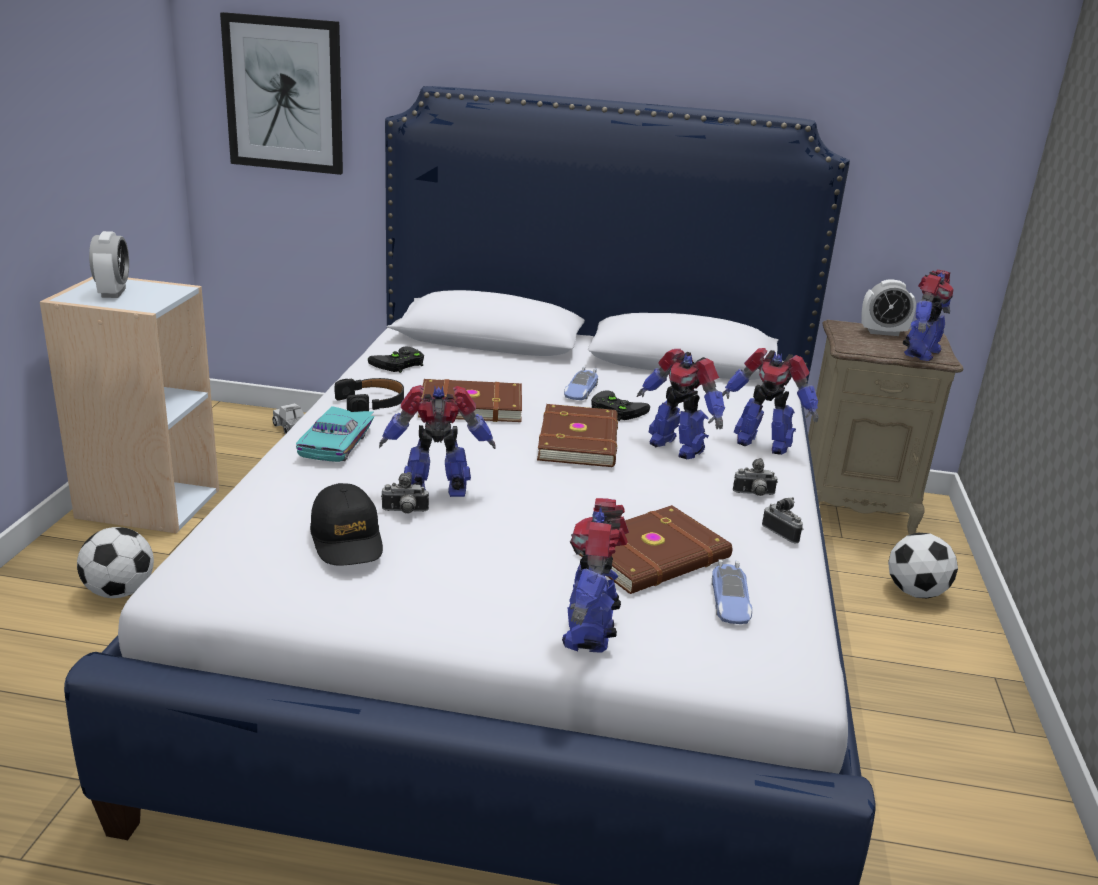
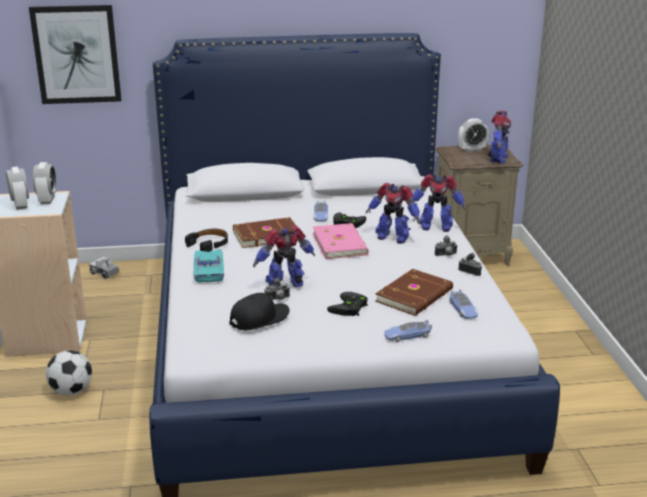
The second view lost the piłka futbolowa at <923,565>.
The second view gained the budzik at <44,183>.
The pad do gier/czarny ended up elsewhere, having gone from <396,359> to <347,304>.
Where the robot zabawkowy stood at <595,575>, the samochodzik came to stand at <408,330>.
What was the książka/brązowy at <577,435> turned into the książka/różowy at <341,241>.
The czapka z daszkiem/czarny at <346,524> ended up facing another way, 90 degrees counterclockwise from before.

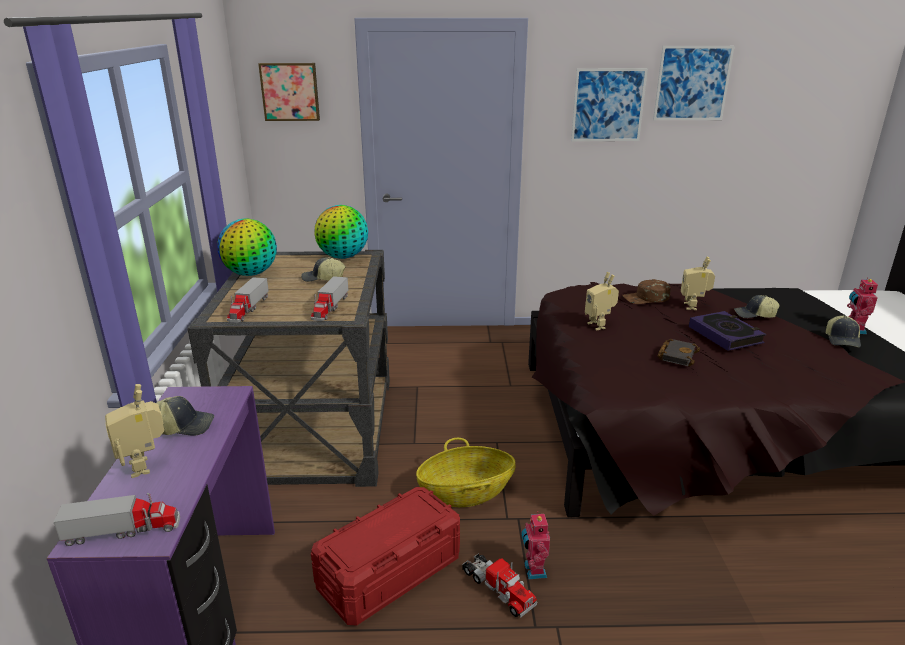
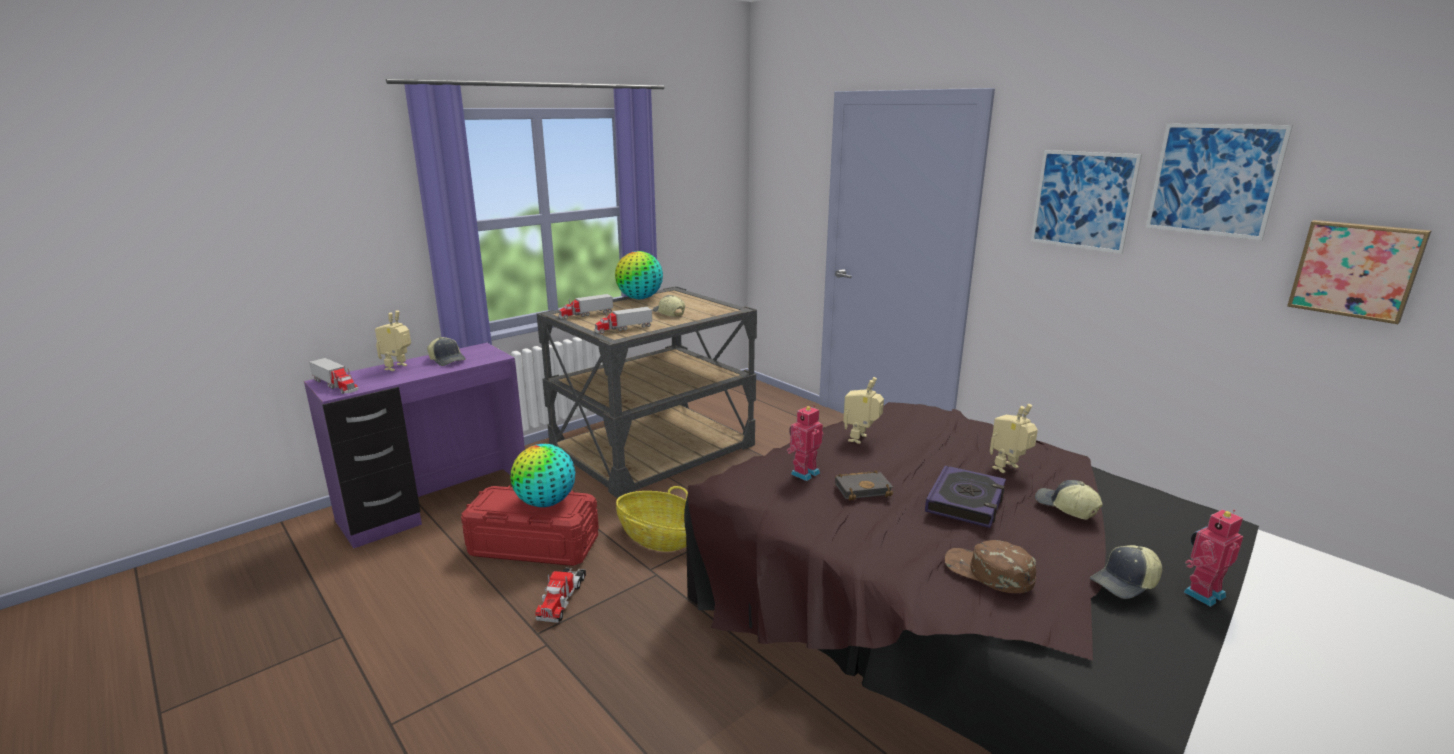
The obraz ended up elsewhere, having gone from <289,92> to <1359,272>.
The globus ended up elsewhere, having gone from <341,232> to <543,475>.
The robot zabawkowy ended up elsewhere, having gone from <535,545> to <805,443>.
The czapka z daszkiem/brązowy ended up elsewhere, having gone from <646,291> to <990,566>.

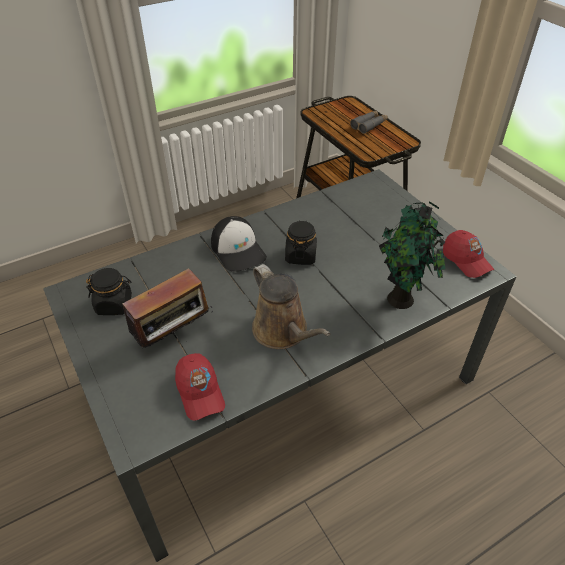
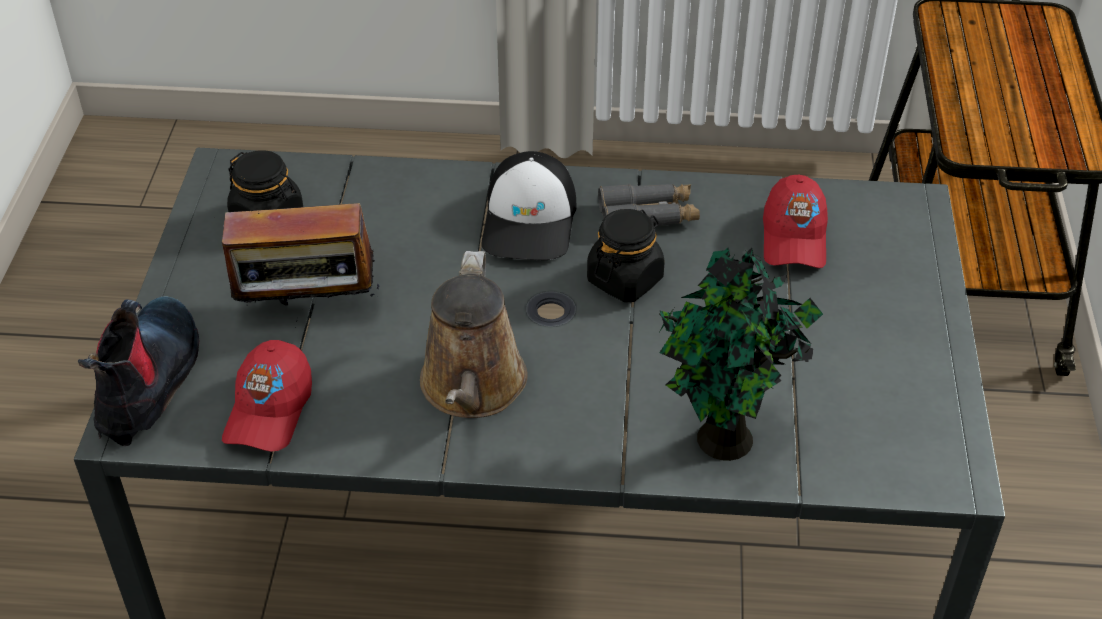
The second view gained the but z cholewką at <139,371>.
The lornetka/szary ended up elsewhere, having gone from <369,122> to <649,205>.
The czapka z daszkiem/czerwony ended up elsewhere, having gone from <469,254> to <795,221>.

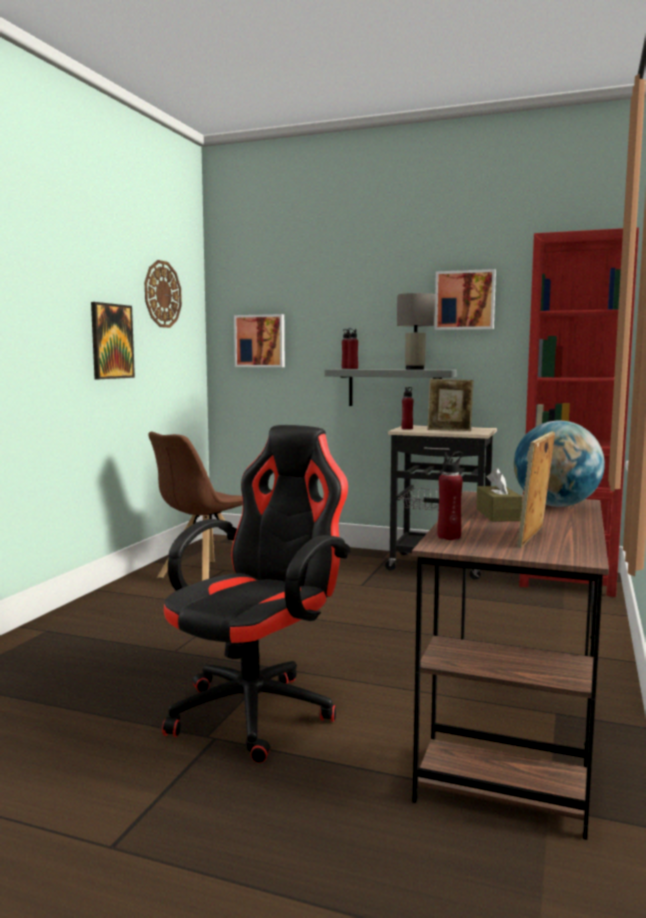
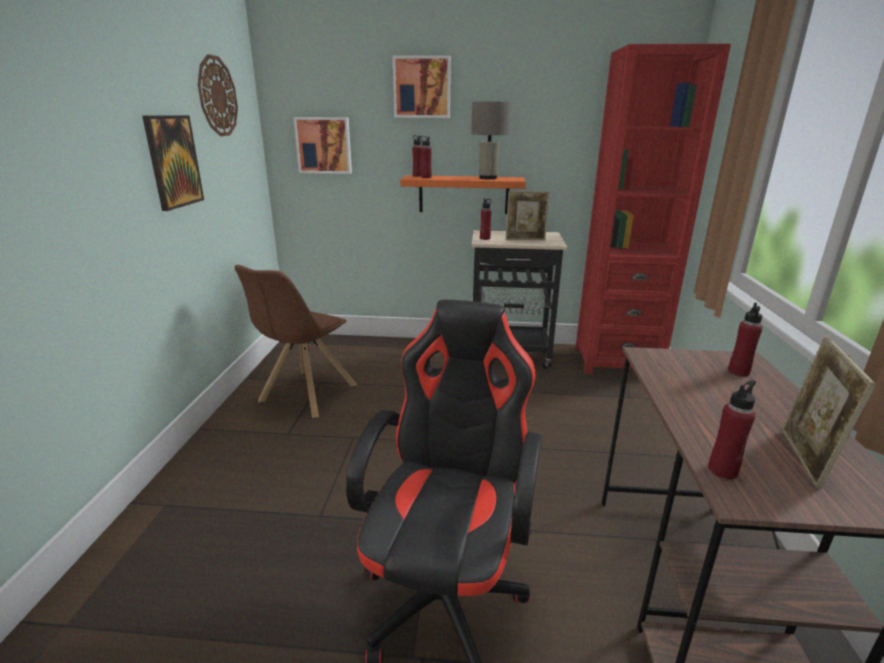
The second view lost the pudełko chusteczek/brązowy at <499,495>.
The obraz ended up elsewhere, having gone from <465,299> to <422,86>.
Where the globus stood at <559,464>, the butelka/czerwony came to stand at <745,340>.
What was the półka/szary at <391,387> turned into the półka/pomarańczowy at <463,194>.

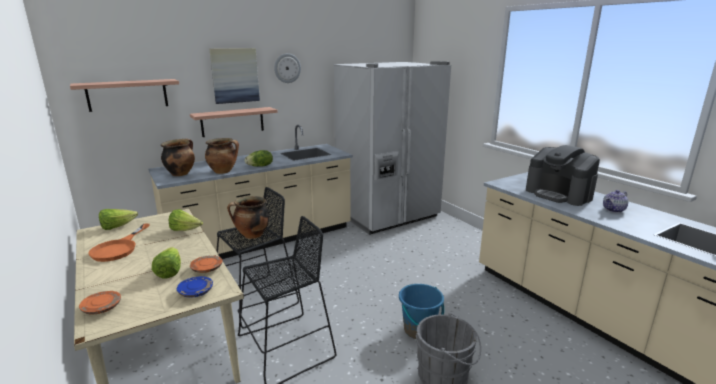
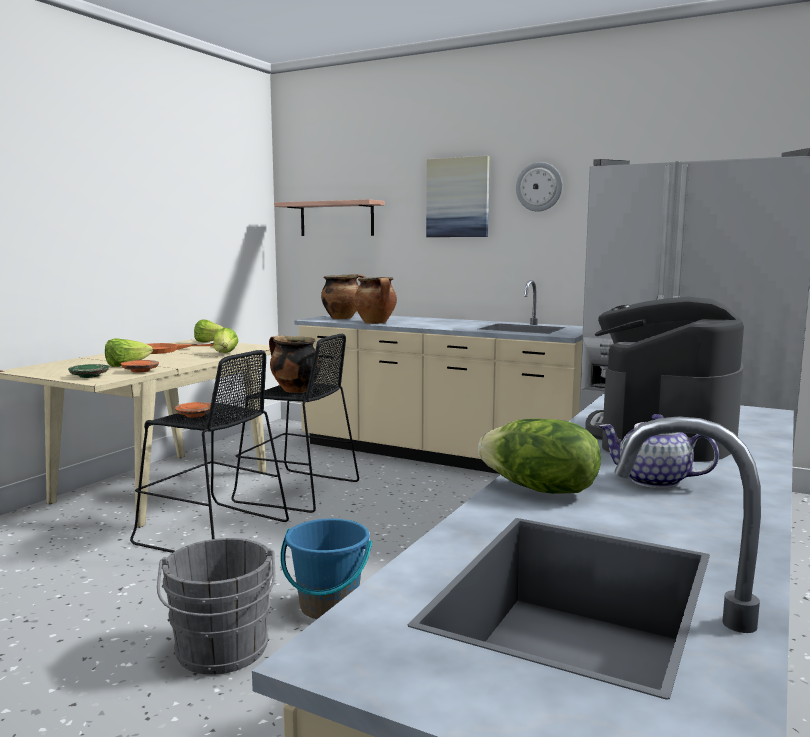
The second view lost the półka at <234,122>.
The talerz/pomarańczowy ended up elsewhere, having gone from <100,302> to <193,410>.
The sałata ended up elsewhere, having gone from <259,158> to <539,456>.
What was the talerz/niebieski at <195,287> turned into the talerz/zielony at <88,371>.

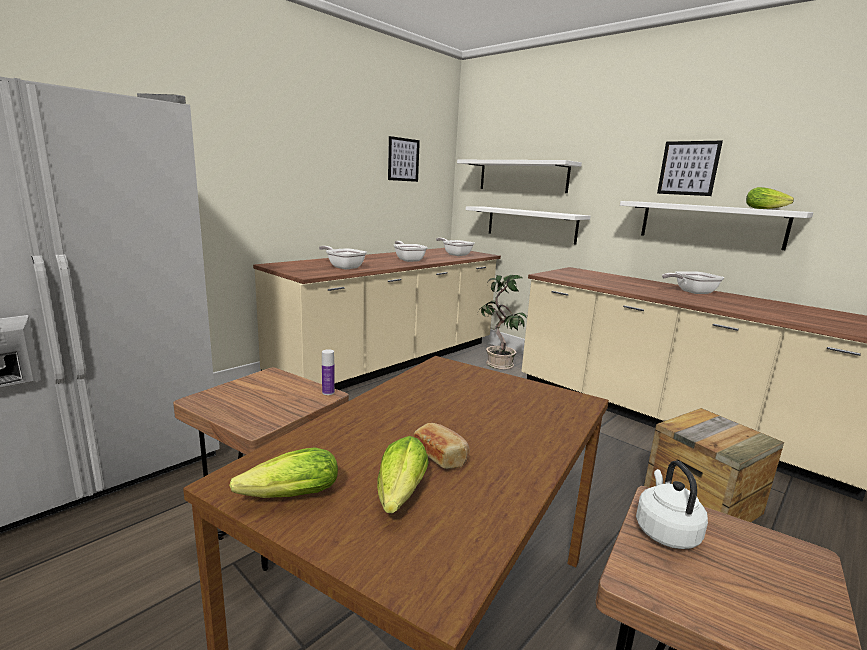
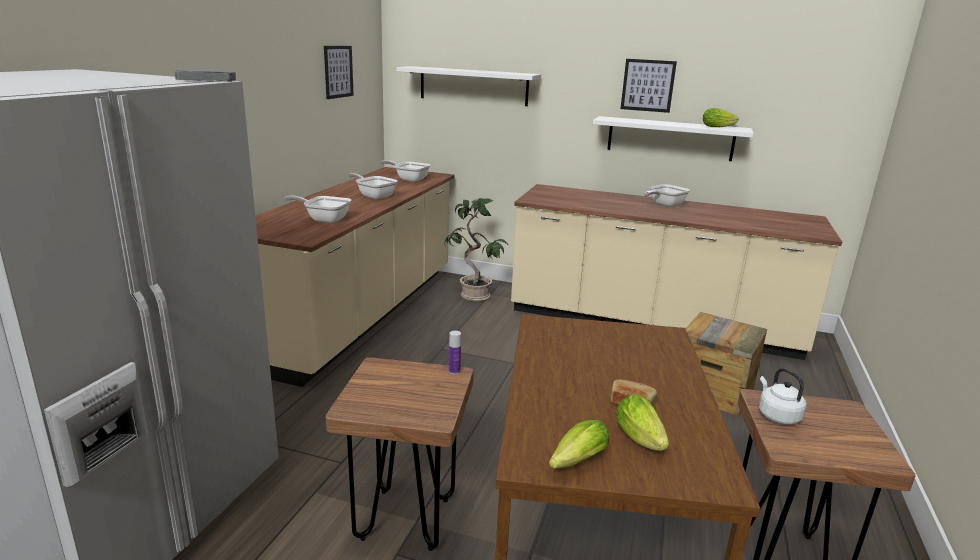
The second view lost the półka/biały at <528,225>.

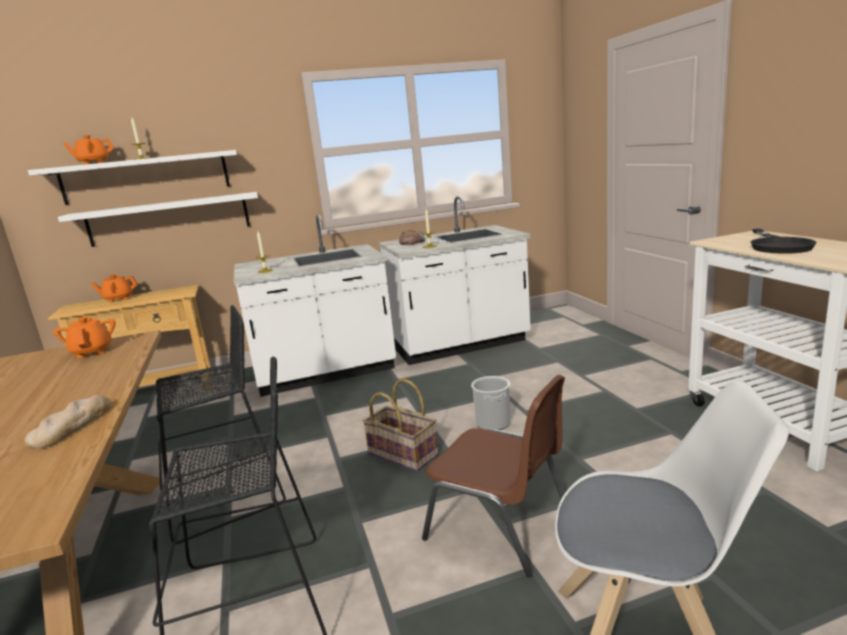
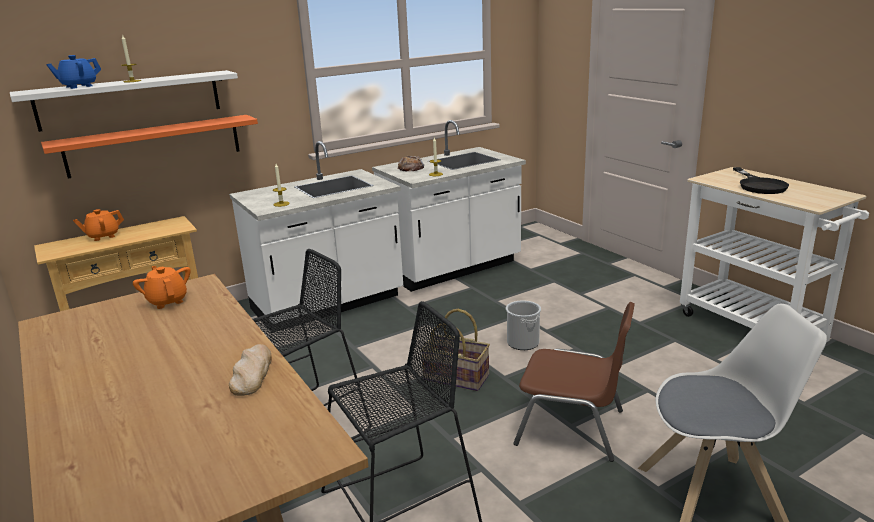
What was the półka/biały at <158,219> turned into the półka/pomarańczowy at <149,147>.
What was the imbryk/pomarańczowy at <88,150> turned into the imbryk/niebieski at <73,72>.

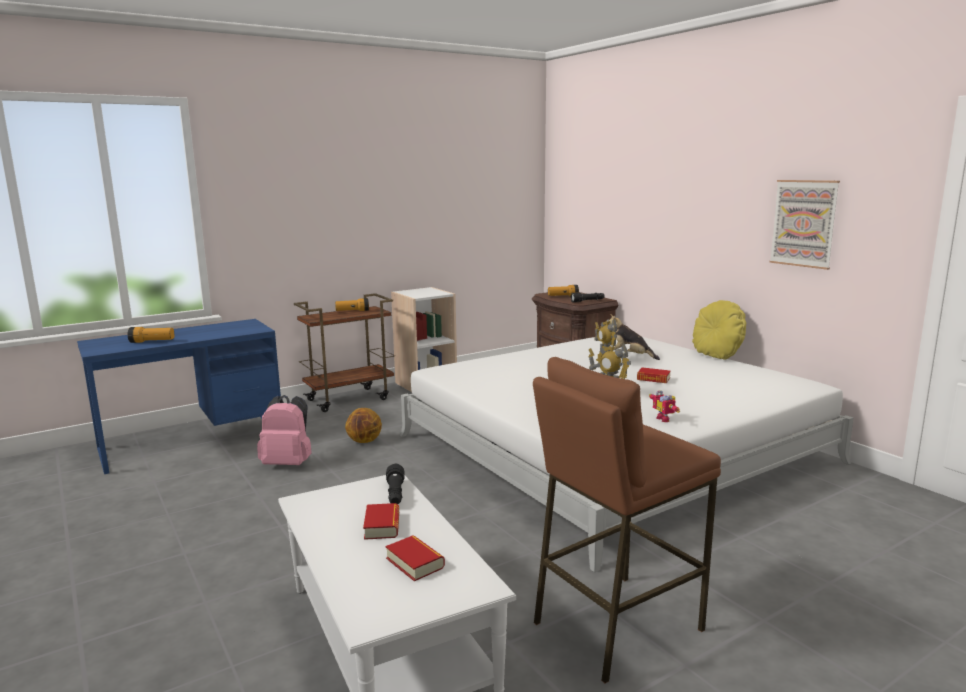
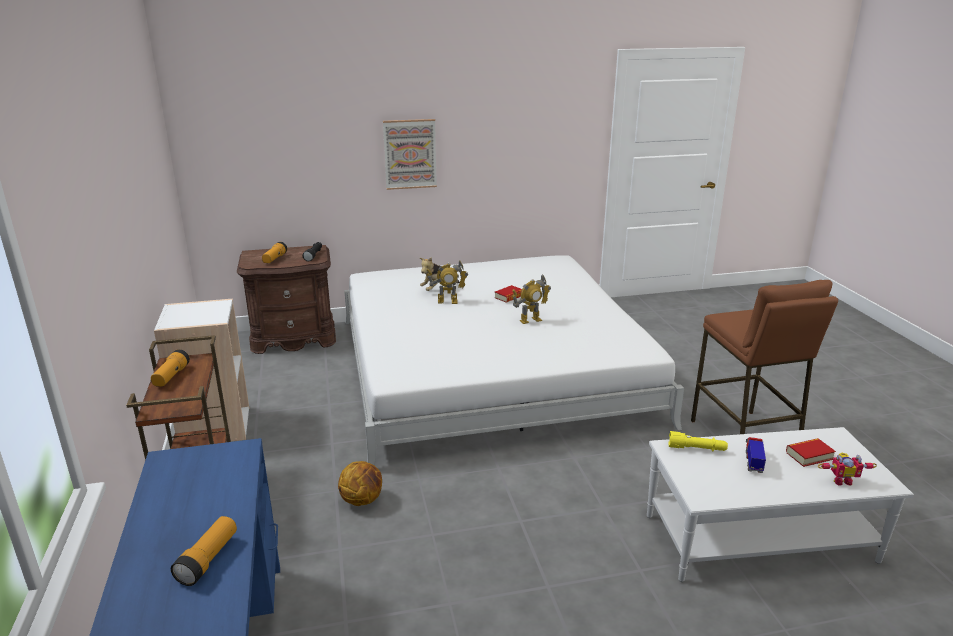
The second view lost the plecak/różowy at <284,430>.
The second view lost the poduszka/żółty at <719,330>.
The robot zabawkowy ended up elsewhere, having gone from <664,406> to <847,469>.
The obraz ended up elsewhere, having gone from <804,225> to <410,154>.
Where the książka stood at <381,521>, the ciężarówka zabawkowa came to stand at <756,455>.
What was the latarka/czarny at <395,484> turned into the latarka/żółty at <698,441>.

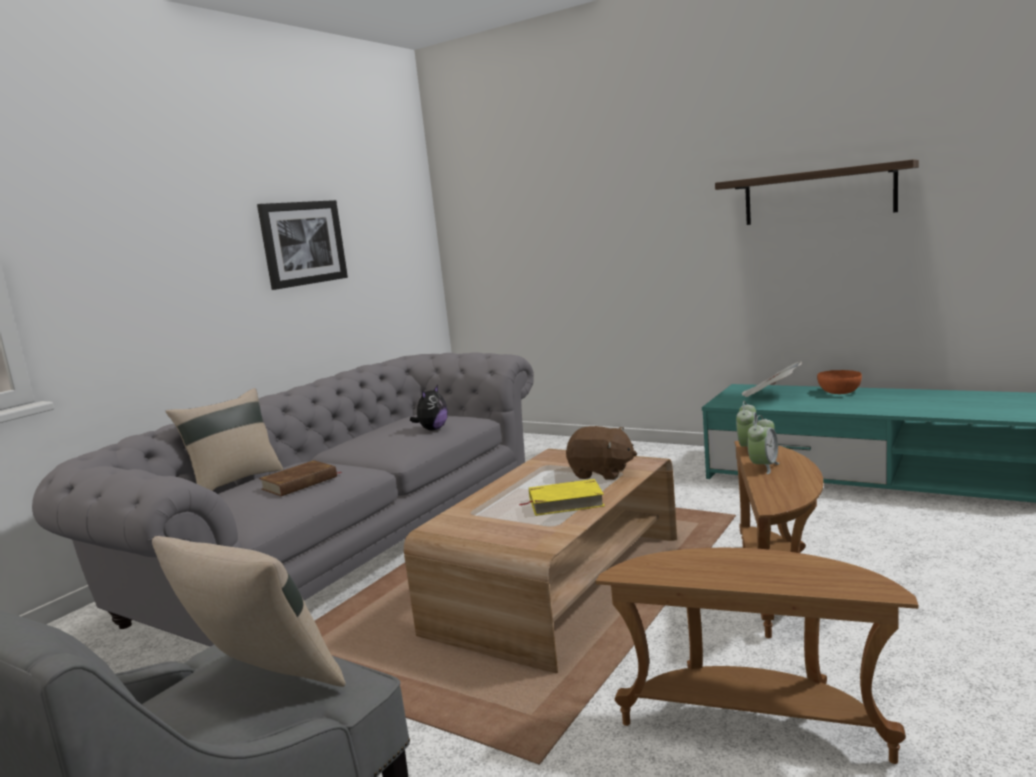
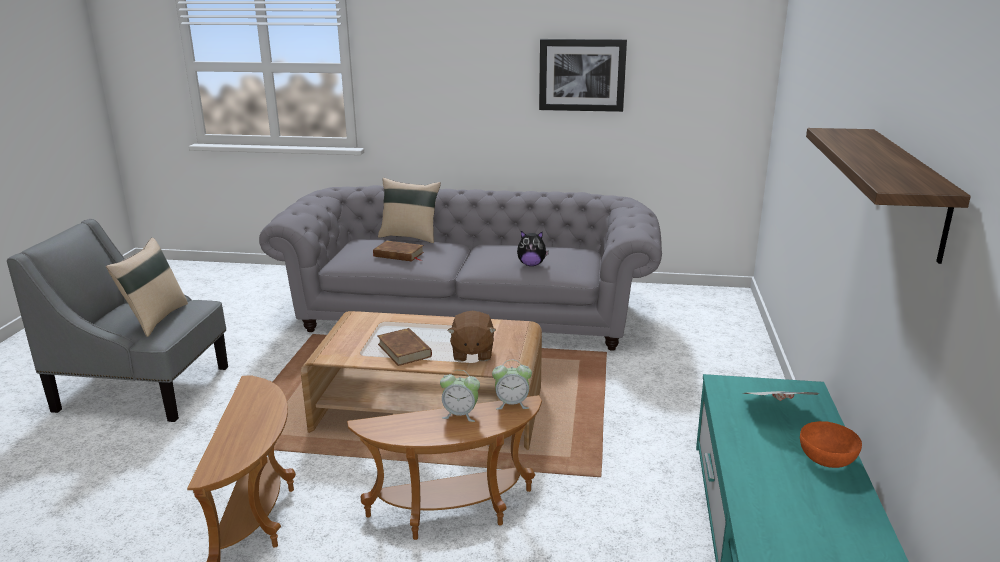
What was the książka/żółty at <562,497> turned into the książka/brązowy at <404,347>.

